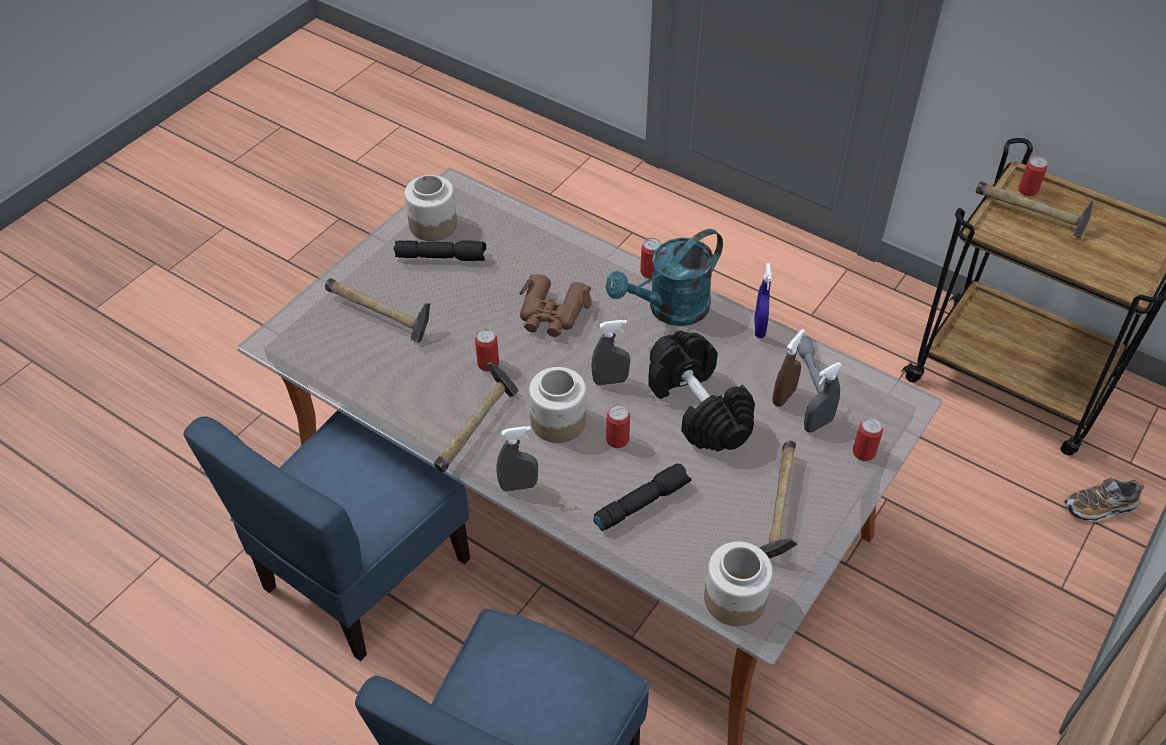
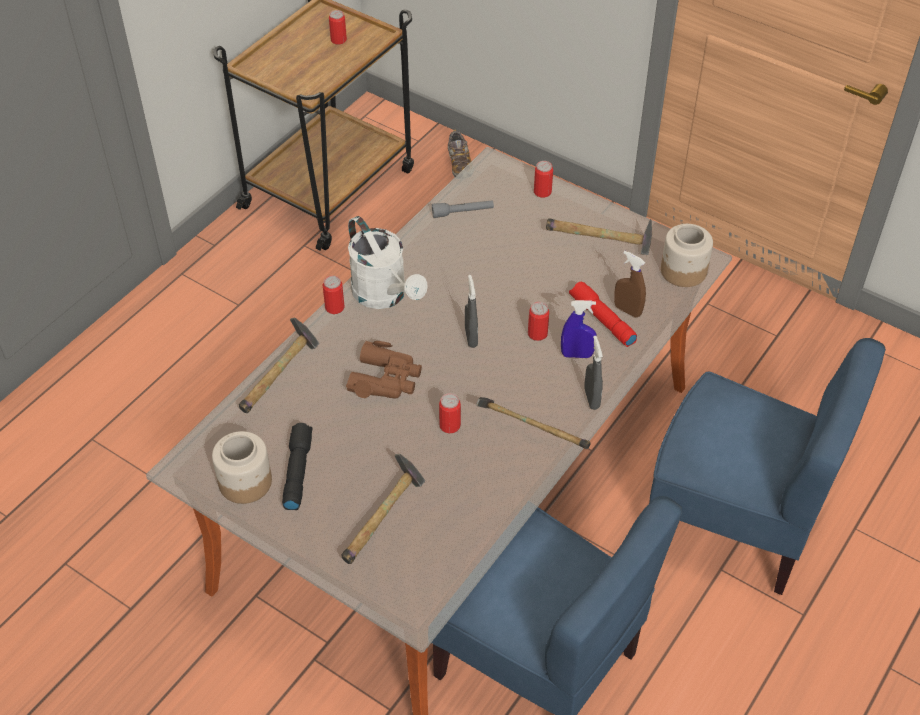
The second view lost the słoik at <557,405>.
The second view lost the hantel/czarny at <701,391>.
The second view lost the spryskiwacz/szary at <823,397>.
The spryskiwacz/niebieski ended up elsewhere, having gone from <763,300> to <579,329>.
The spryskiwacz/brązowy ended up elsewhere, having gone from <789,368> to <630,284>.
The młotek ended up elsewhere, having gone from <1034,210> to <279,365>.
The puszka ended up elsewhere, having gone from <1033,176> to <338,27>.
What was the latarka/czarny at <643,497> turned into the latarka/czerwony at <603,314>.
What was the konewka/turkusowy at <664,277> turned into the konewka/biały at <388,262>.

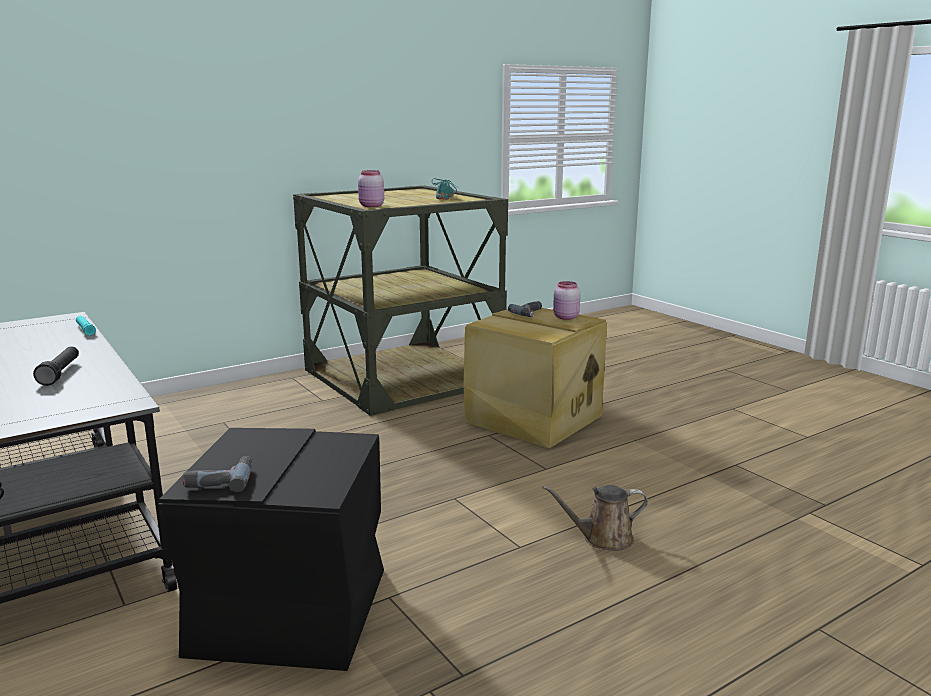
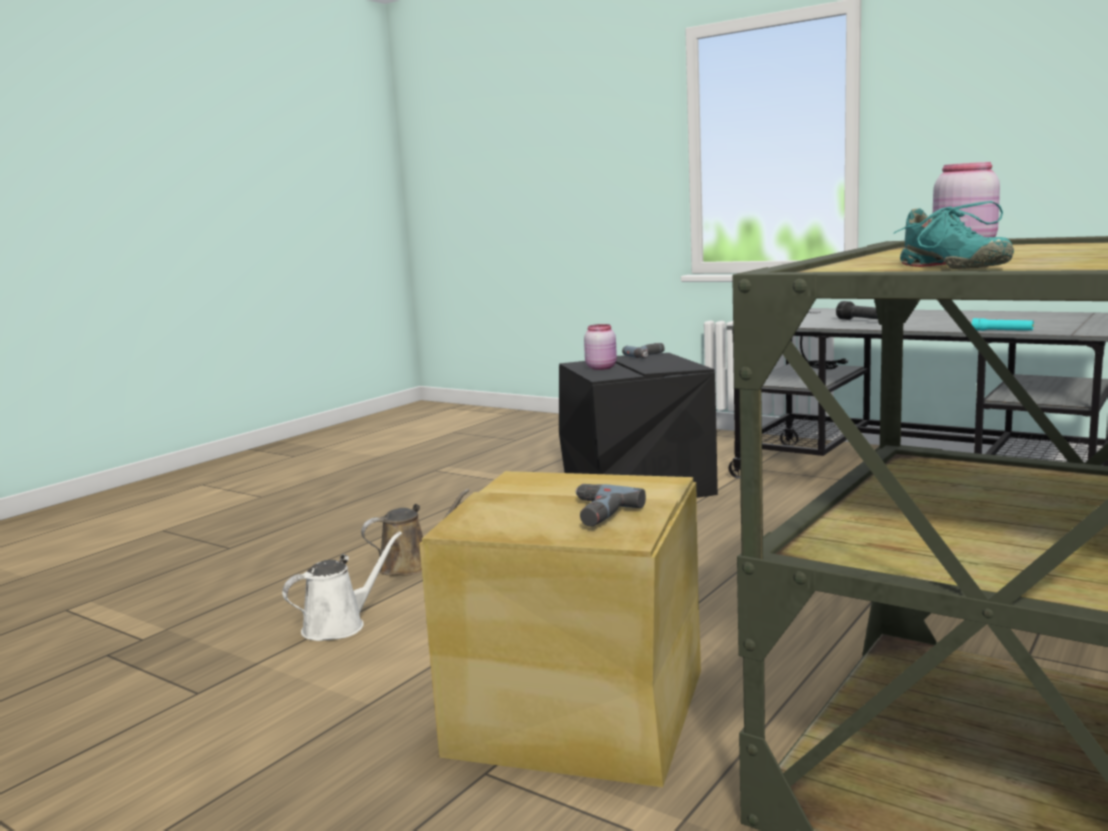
The second view gained the konewka/biały at <342,586>.
The słoik/różowy ended up elsewhere, having gone from <566,300> to <600,347>.

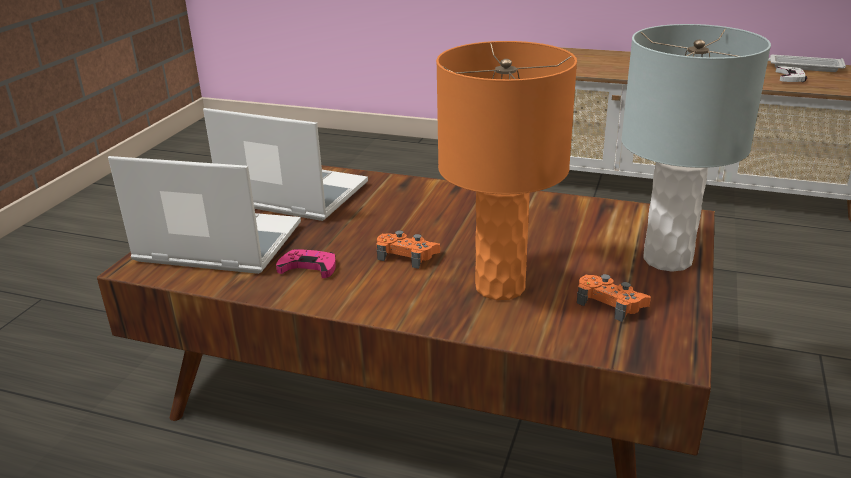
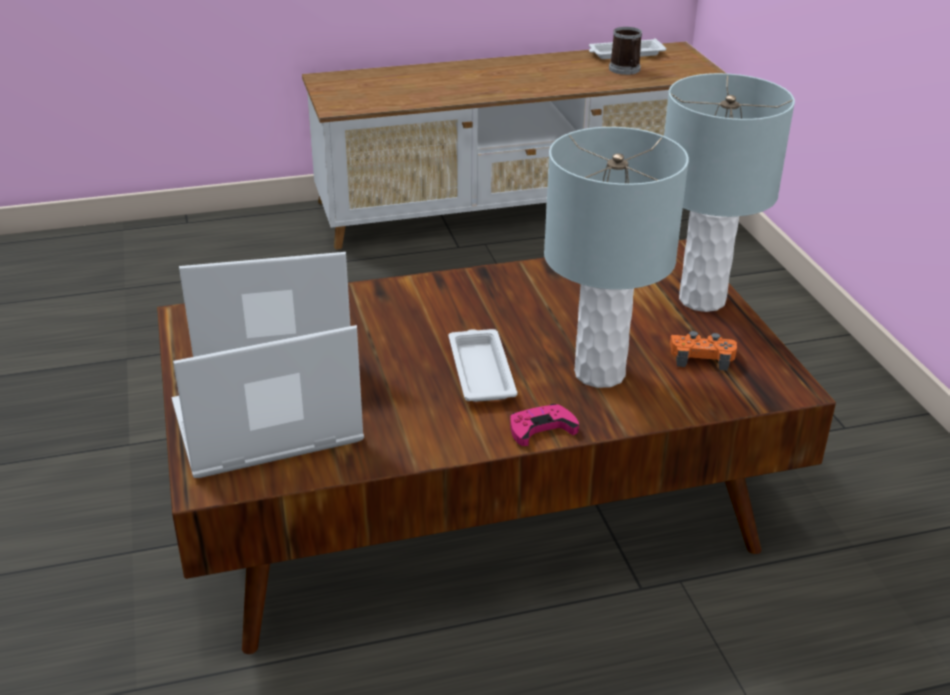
The pad do gier/różowy ended up elsewhere, having gone from <306,263> to <544,425>.
Where the pad do gier/pomarańczowy stood at <408,249>, the taca/biały came to stand at <483,365>.
Where the pad do gier/biały stood at <791,74>, the kubek came to stand at <625,51>.
What was the lampa stołowa/pomarańczowy at <506,170> turned into the lampa stołowa/szary at <616,257>.

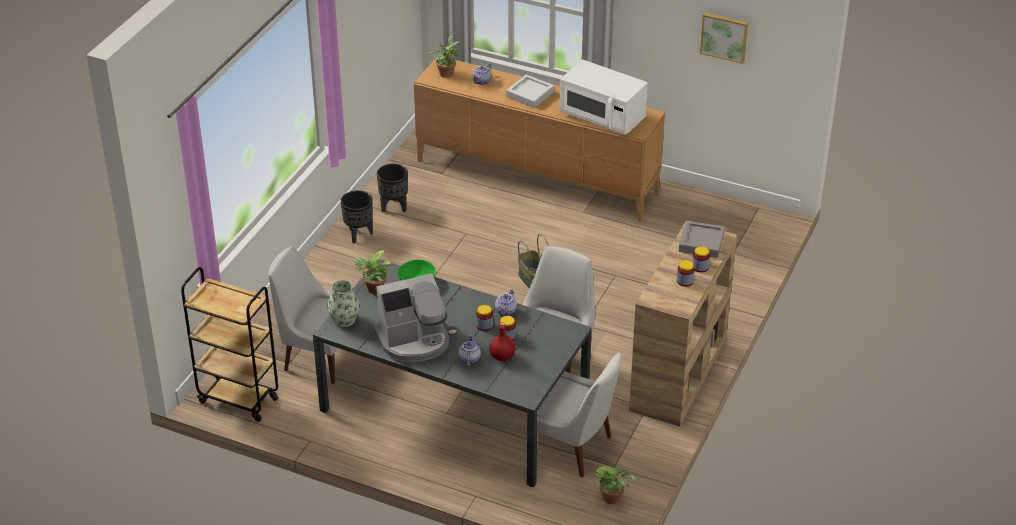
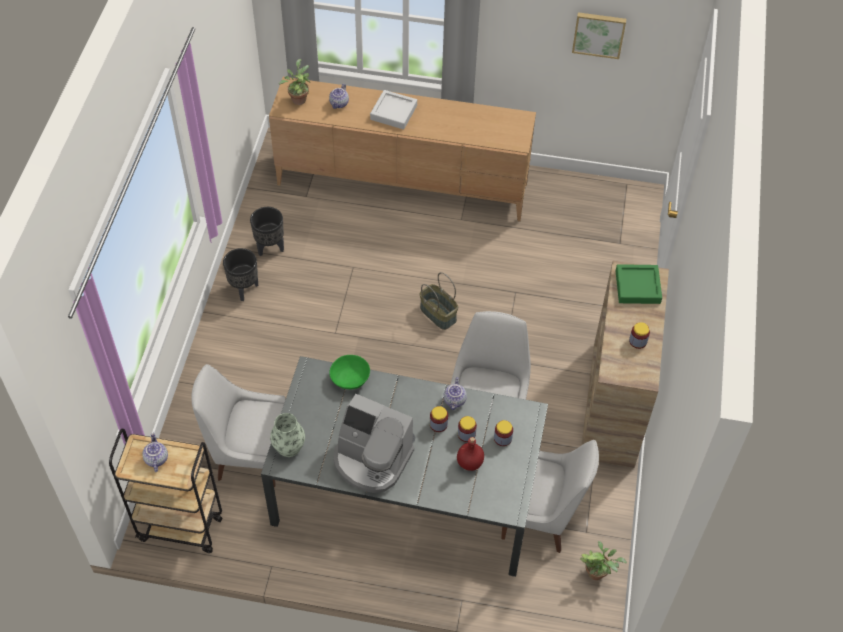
The second view lost the roślina doniczkowa at <370,272>.
The second view lost the mikrofalówka/biały at <604,97>.
The imbryk ended up elsewhere, having gone from <469,350> to <155,452>.
The słoik ended up elsewhere, having gone from <701,259> to <503,433>.
What was the taca/szary at <702,239> turned into the taca/zielony at <638,284>.
The ekspres do kawy at <411,317> ended up facing another way, 60 degrees clockwise from before.

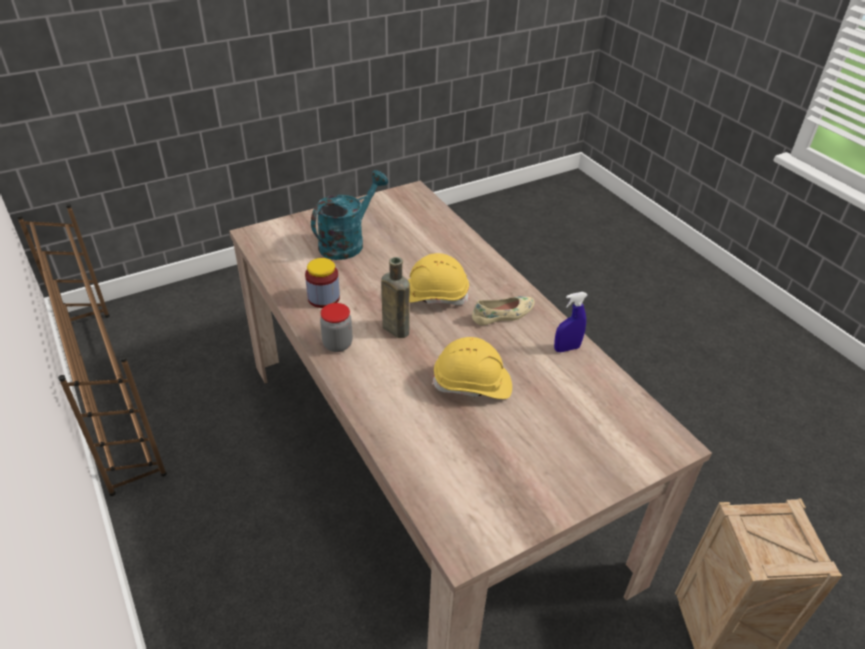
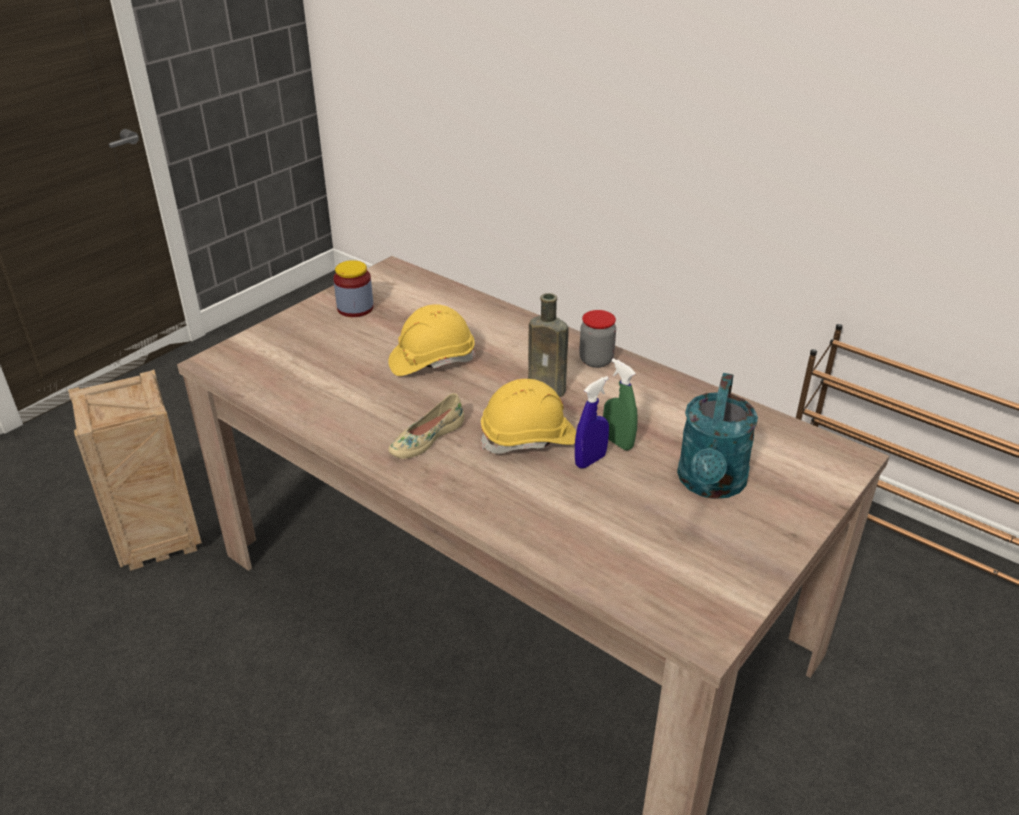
The second view gained the spryskiwacz/zielony at <620,404>.
The słoik ended up elsewhere, having gone from <322,283> to <353,288>.
The spryskiwacz/niebieski ended up elsewhere, having gone from <571,322> to <592,422>.

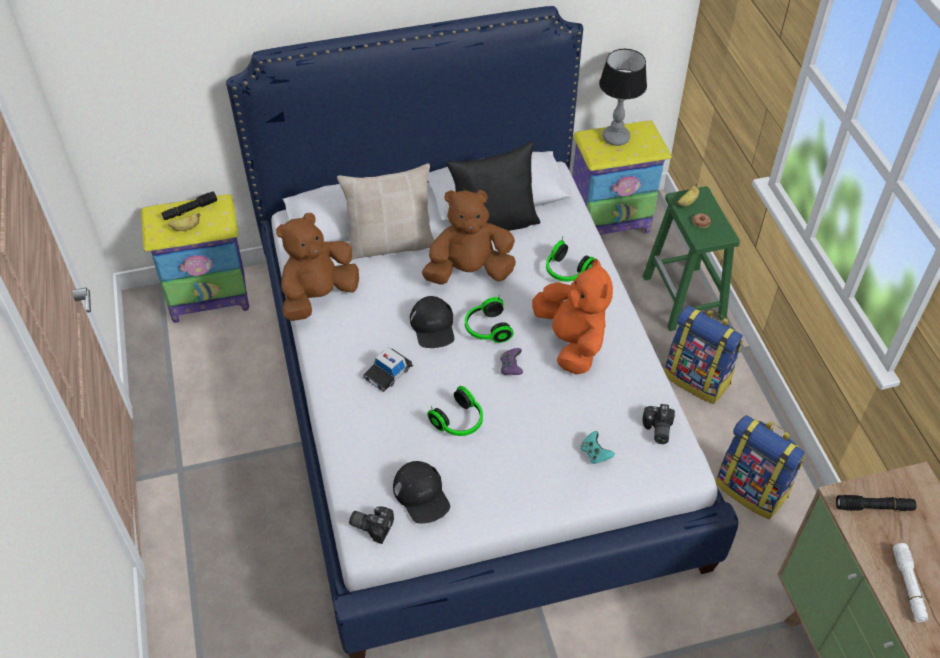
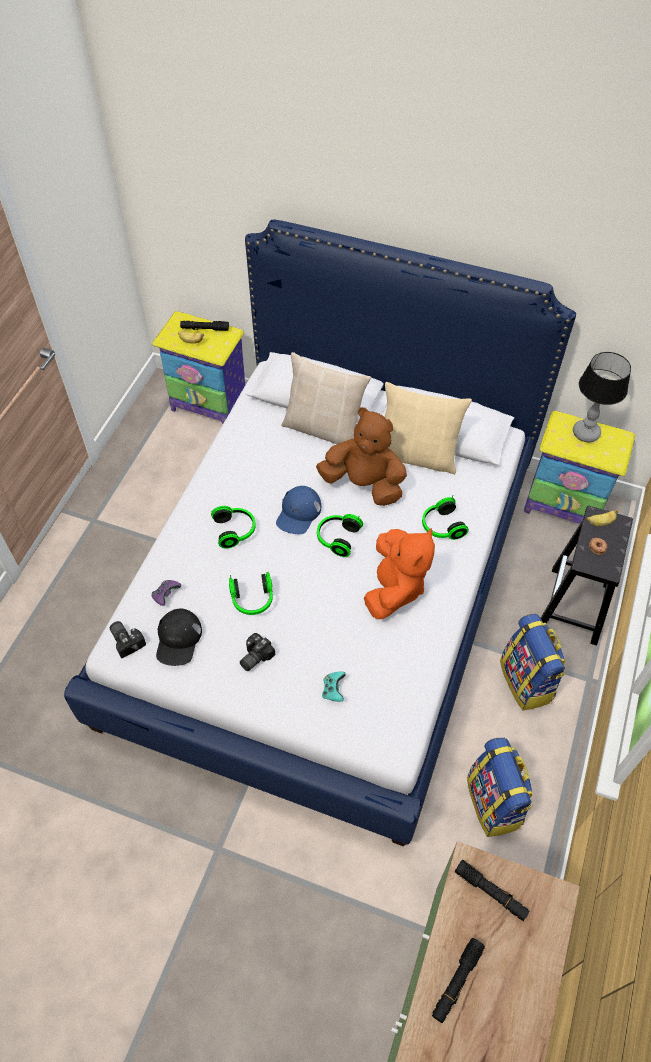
The second view lost the pluszak/brązowy at <317,267>.
The pad do gier/fioletowy ended up elsewhere, having gone from <511,361> to <166,593>.
The aparat fotograficzny ended up elsewhere, having gone from <658,424> to <257,652>.
Where the samochodzik stood at <388,369>, the słuchawki came to stand at <233,527>.
What was the czapka z daszkiem/czarny at <432,322> turned into the czapka z daszkiem/niebieski at <298,510>.
What was the poduszka/czarny at <493,186> turned into the poduszka/beżowy at <428,428>.
What was the stołek/zielony at <691,258> turned into the stołek/czarny at <587,576>.
What was the latarka/biały at <910,582> turned into the latarka/czarny at <458,980>.

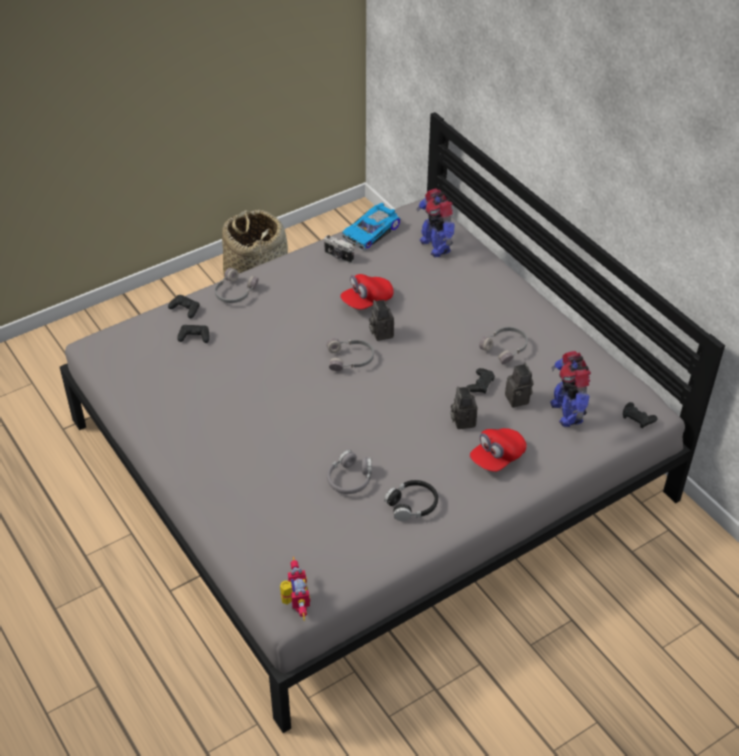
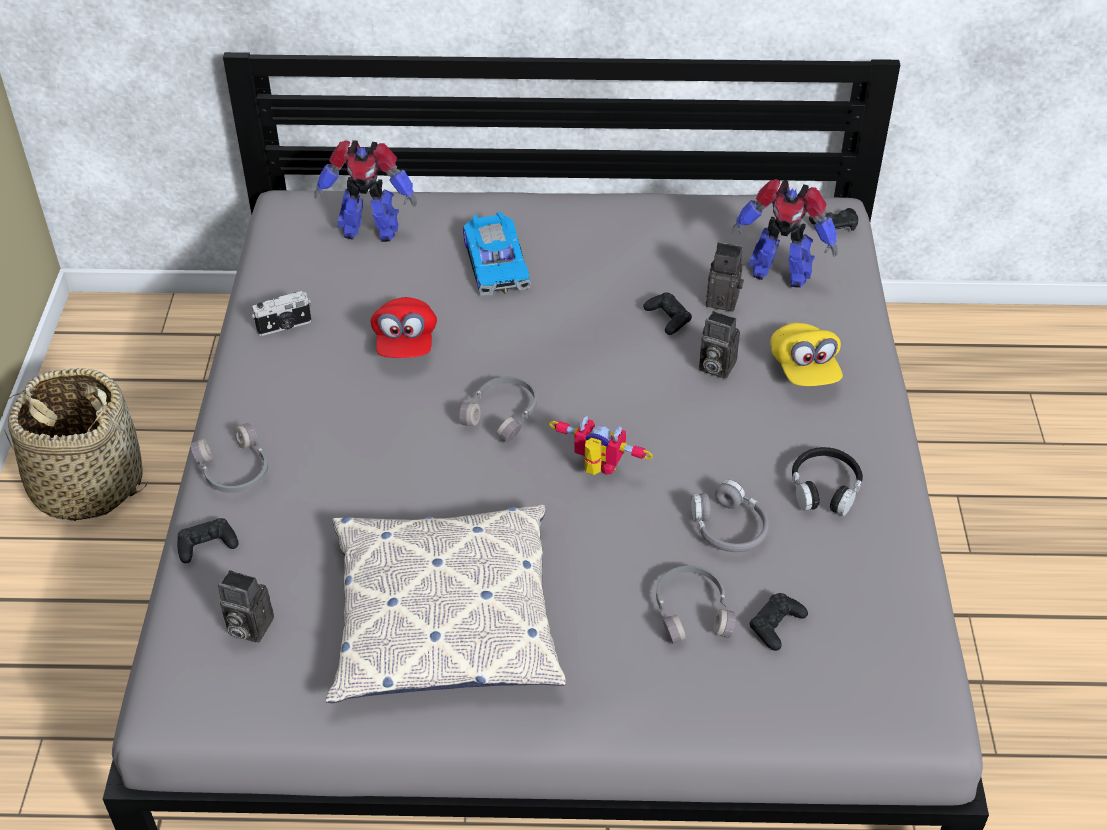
The second view gained the poduszka at <446,604>.
The pad do gier/czarny ended up elsewhere, having gone from <193,334> to <779,622>.
The robot zabawkowy ended up elsewhere, having gone from <295,589> to <601,445>.
The samochodzik ended up elsewhere, having gone from <370,227> to <497,254>.
The aparat fotograficzny ended up elsewhere, having gone from <381,320> to <246,606>.
The słuchawki/szary ended up elsewhere, having gone from <503,345> to <696,605>.
What was the czapka z daszkiem/czerwony at <498,450> turned into the czapka z daszkiem/żółty at <806,354>.

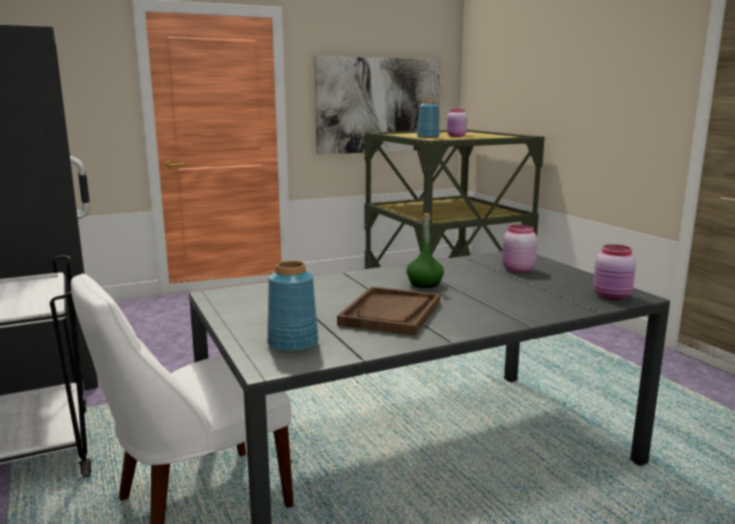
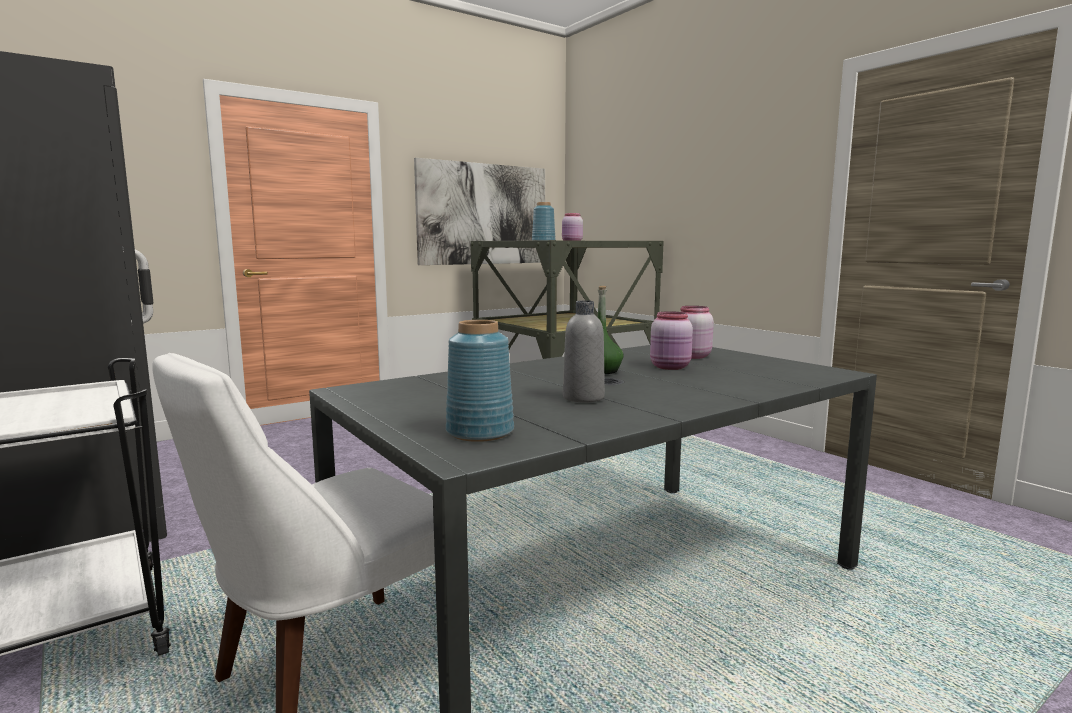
The słoik/różowy ended up elsewhere, having gone from <614,272> to <671,340>.
Where the taca/brązowy stood at <388,311>, the butelka/szary came to stand at <584,351>.

